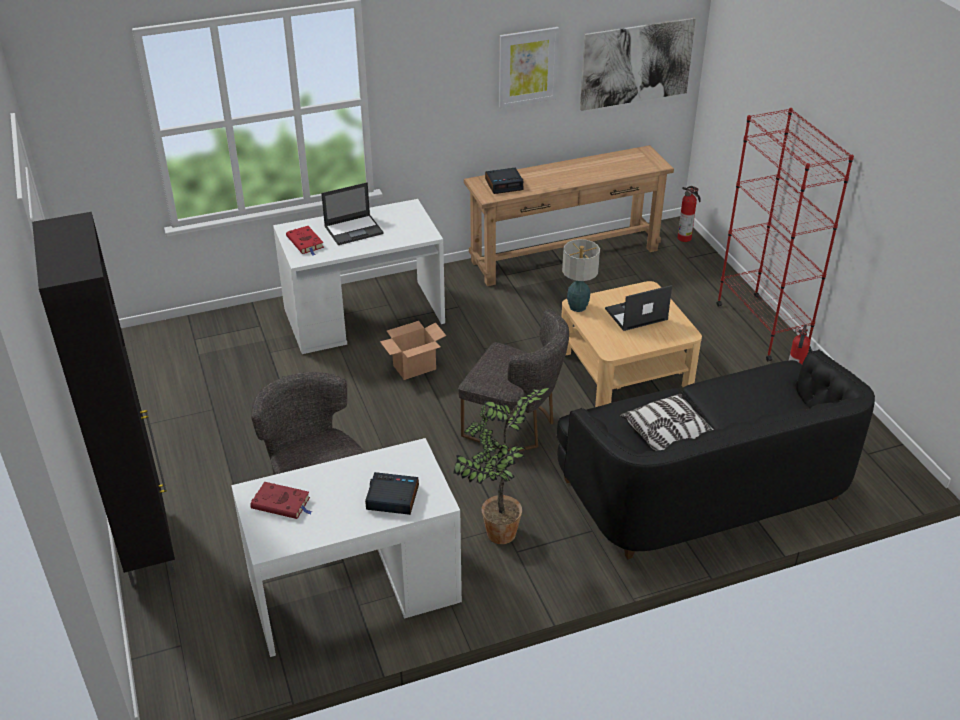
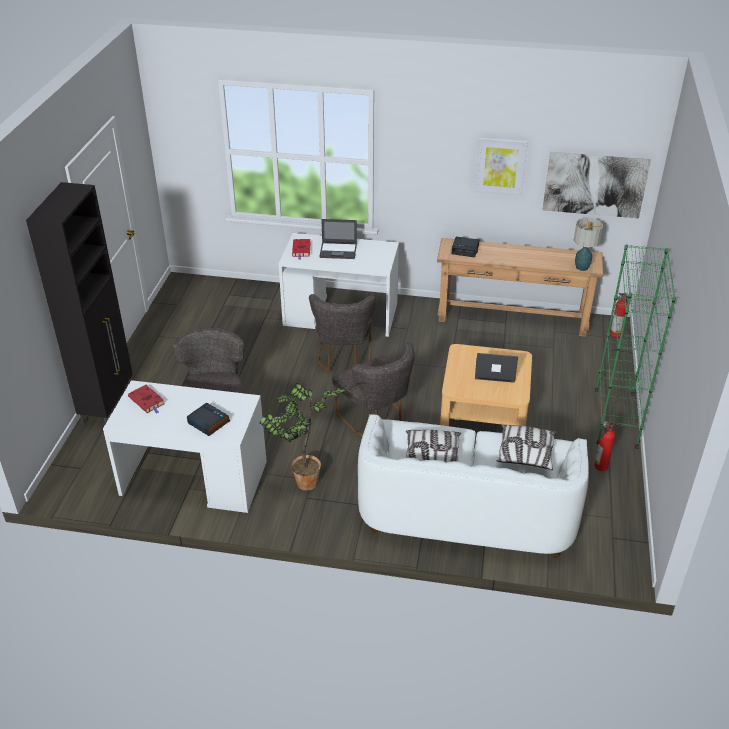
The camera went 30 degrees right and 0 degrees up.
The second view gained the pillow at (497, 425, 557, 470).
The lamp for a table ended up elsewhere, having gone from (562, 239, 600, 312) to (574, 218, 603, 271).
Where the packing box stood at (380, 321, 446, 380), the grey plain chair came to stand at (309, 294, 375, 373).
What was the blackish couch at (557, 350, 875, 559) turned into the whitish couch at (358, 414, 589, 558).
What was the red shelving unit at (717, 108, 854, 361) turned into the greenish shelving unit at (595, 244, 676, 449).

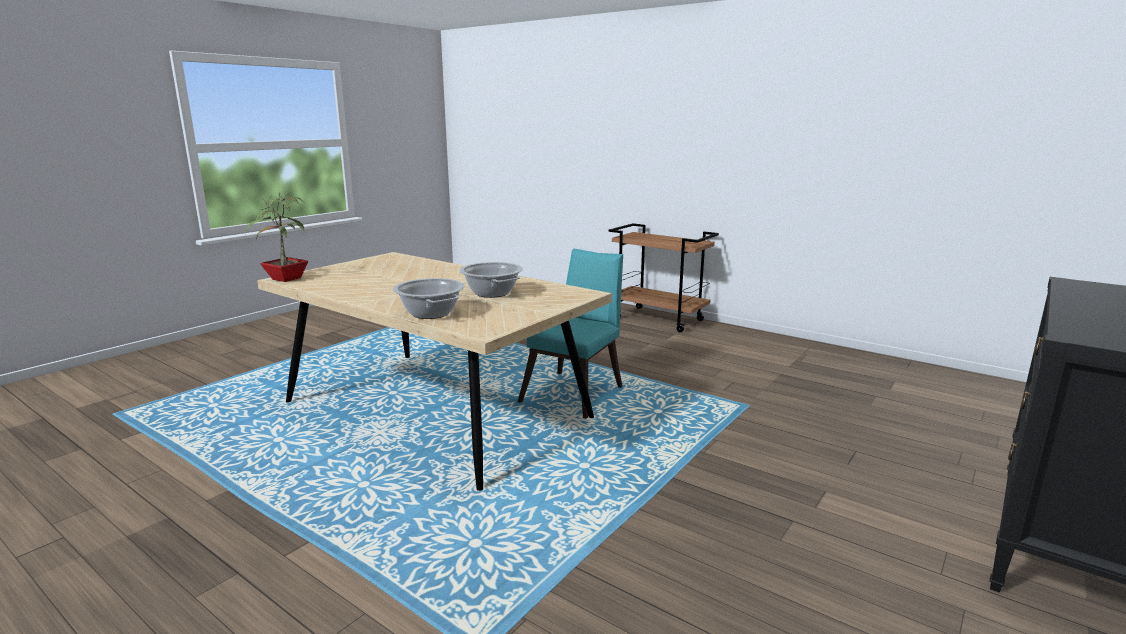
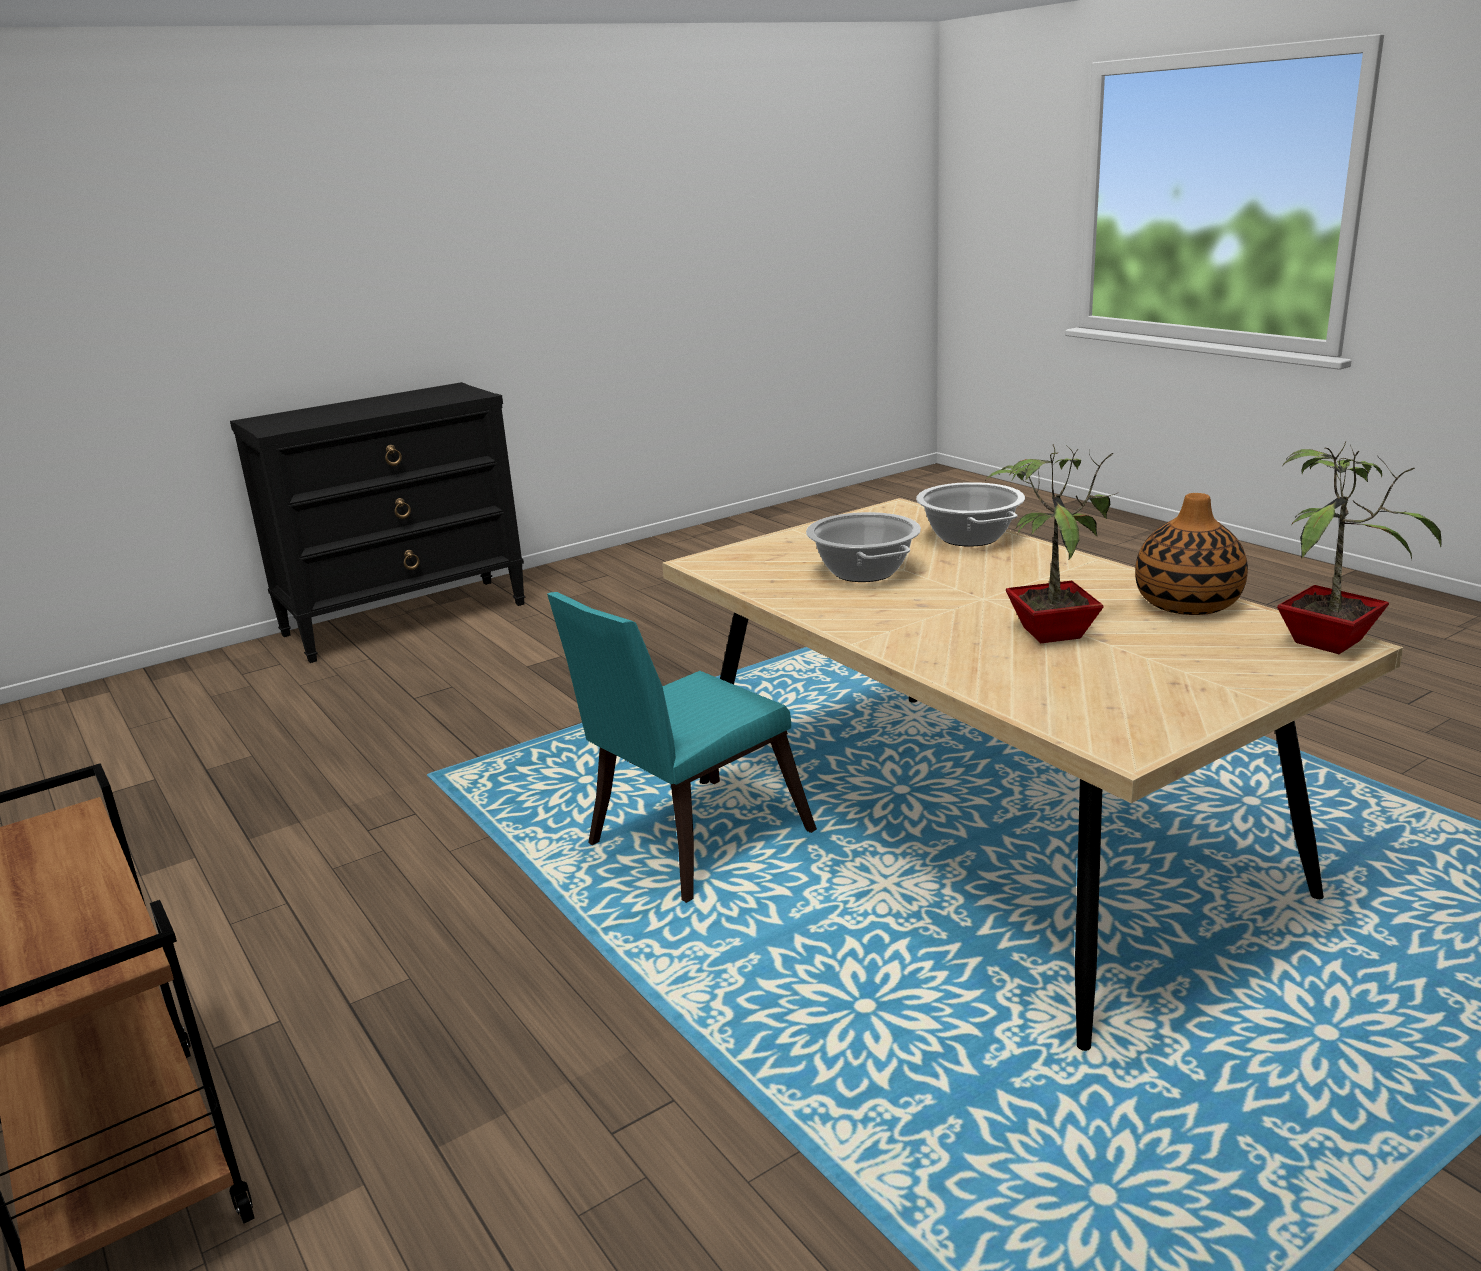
The camera went 160 degrees left and 5 degrees up.
The second view gained the houseplant at (986, 444, 1117, 643).
The second view gained the decorative vase at (1135, 493, 1248, 615).

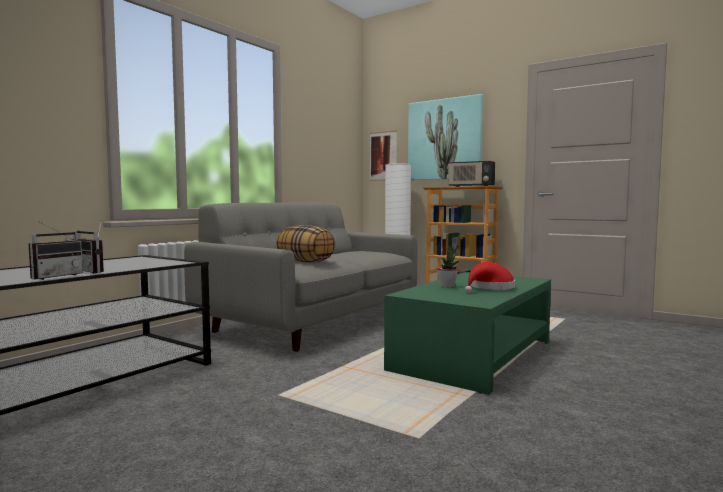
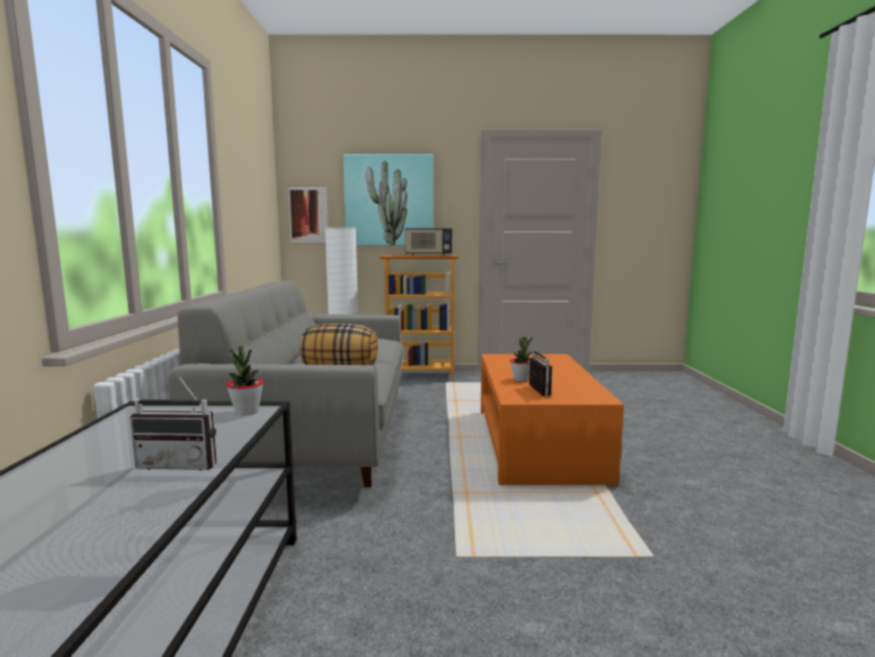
The camera went 35 degrees left and 5 degrees up.
The second view lost the red hat at (465, 262, 515, 293).
The second view gained the houseplant at (226, 346, 264, 415).
The radio set ended up elsewhere, having gone from (29, 221, 83, 280) to (527, 346, 552, 396).
What was the greenish low table at (384, 272, 551, 395) turned into the orange-coloured low table at (481, 354, 624, 486).

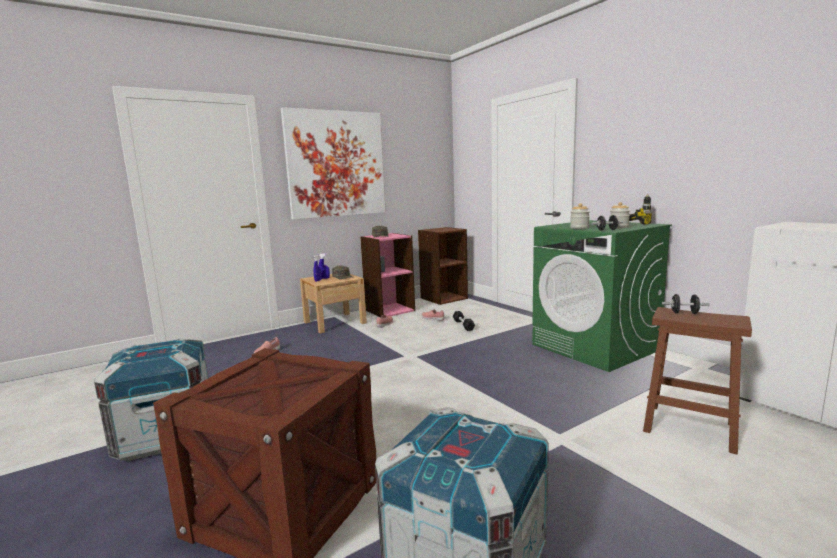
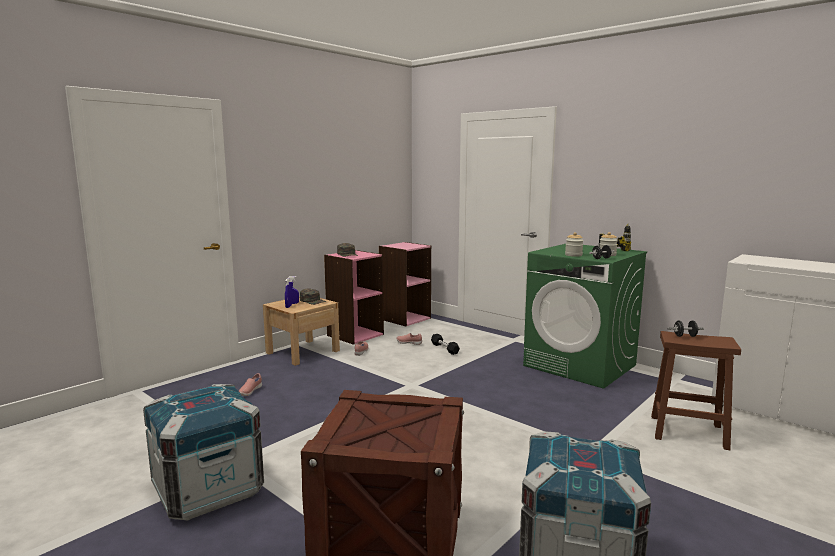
The camera went 15 degrees left and 0 degrees up.
The second view lost the wall art at (281, 107, 386, 220).
What was the brown-coloured shelving unit at (418, 227, 468, 305) turned into the pinkish shelving unit at (379, 242, 431, 327).

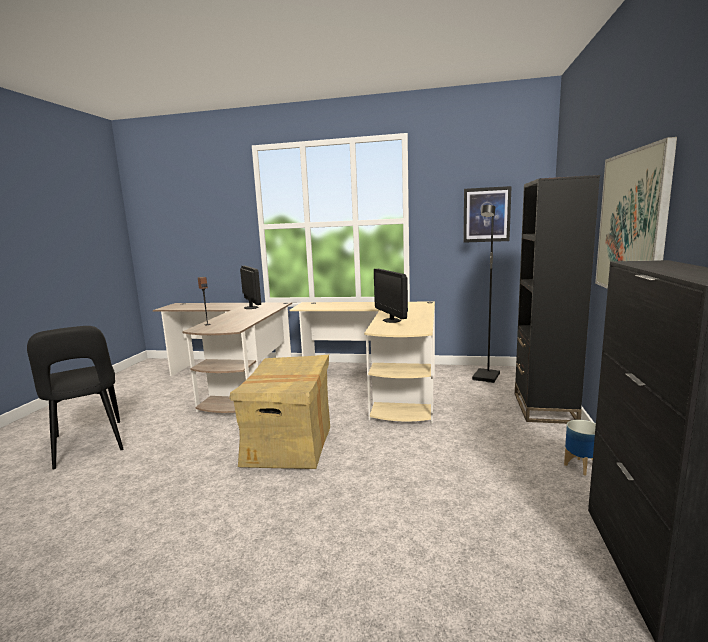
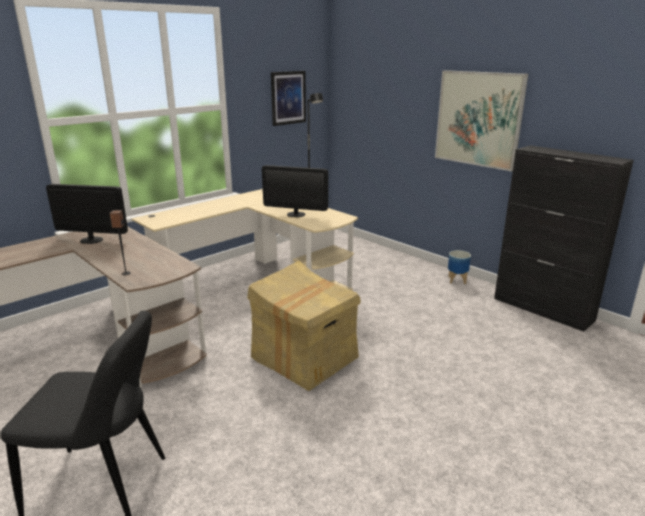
The camera went 55 degrees left and 10 degrees up.
The second view lost the blackish shelving unit at (515, 175, 600, 424).

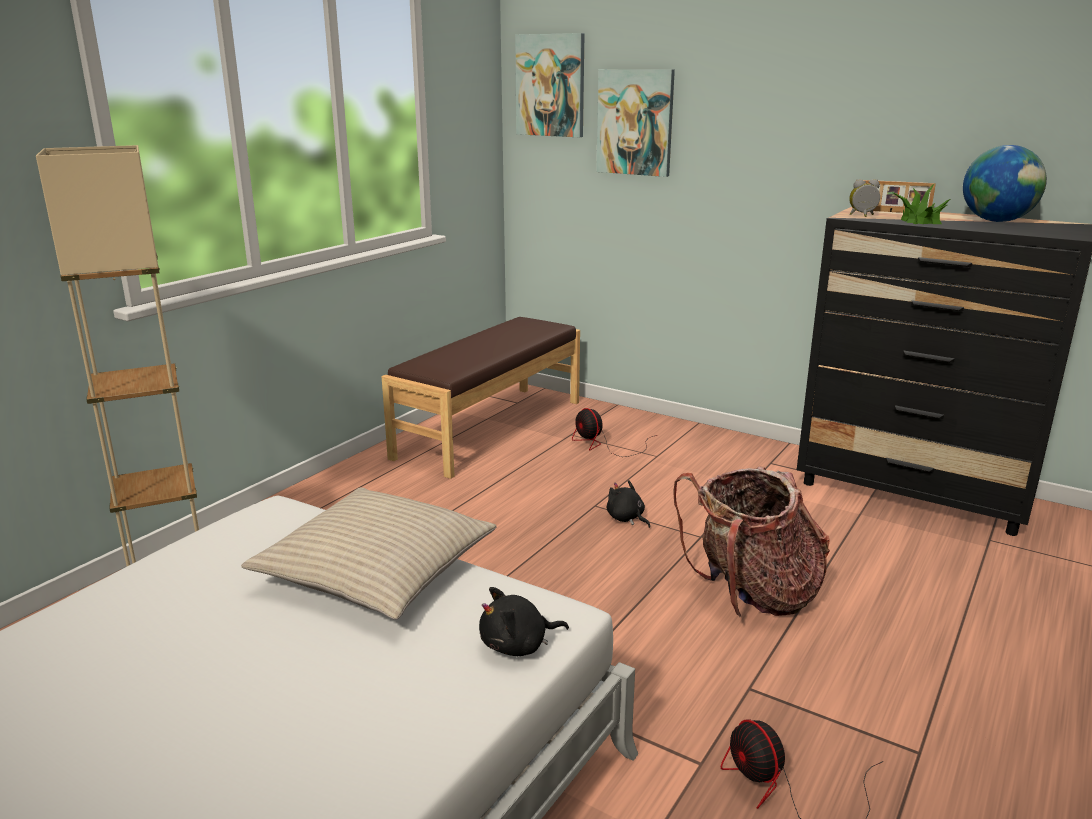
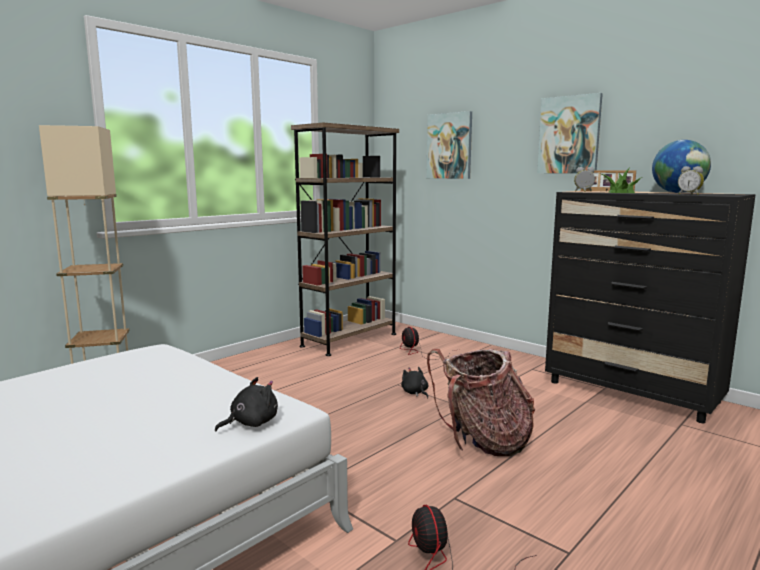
The camera went 10 degrees right and 10 degrees down.
The second view lost the beige pillow at (241, 487, 497, 620).
The second view gained the bedside clock at (678, 166, 704, 195).
The wall art ended up elsewhere, having gone from (515, 33, 585, 137) to (537, 93, 603, 173).
Where the brown-coloured bench stood at (382, 317, 580, 479), the brown-coloured shelving unit came to stand at (291, 122, 399, 356).
The blackish cuddly toy at (479, 587, 569, 656) ended up facing another way, 150 degrees clockwise from before.

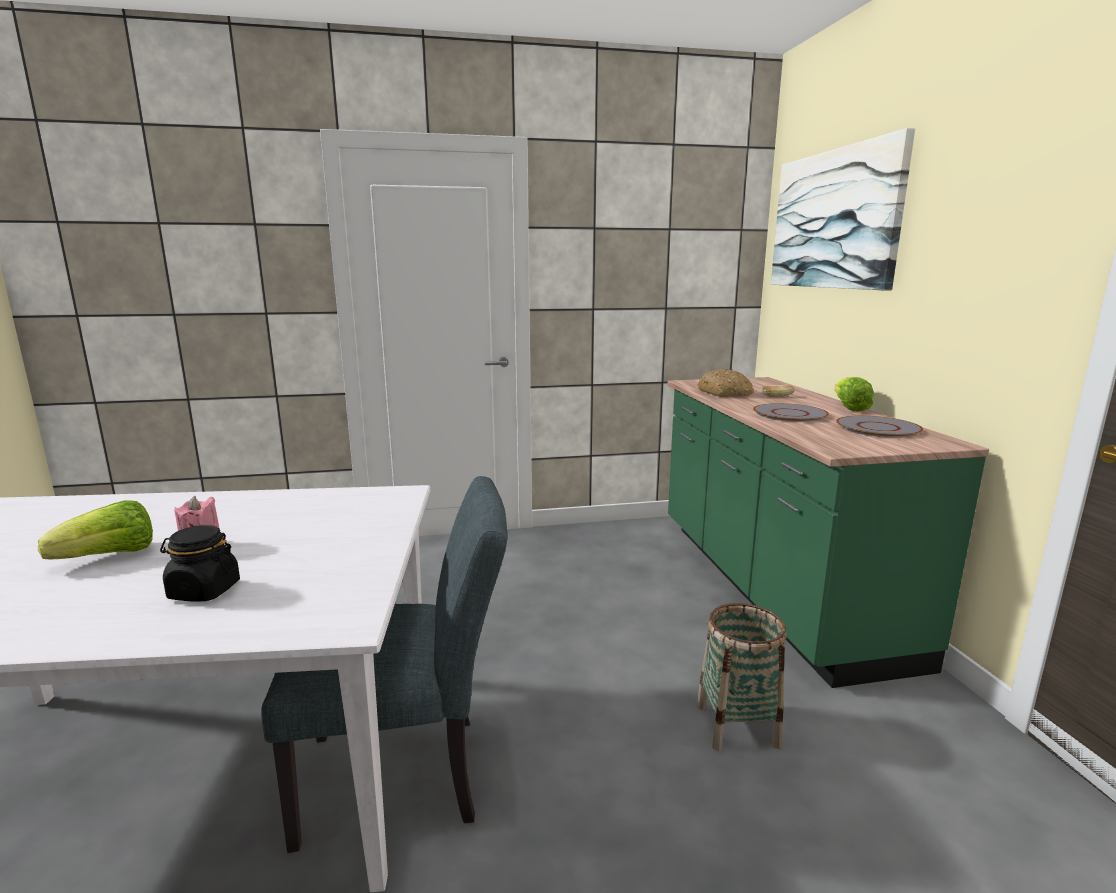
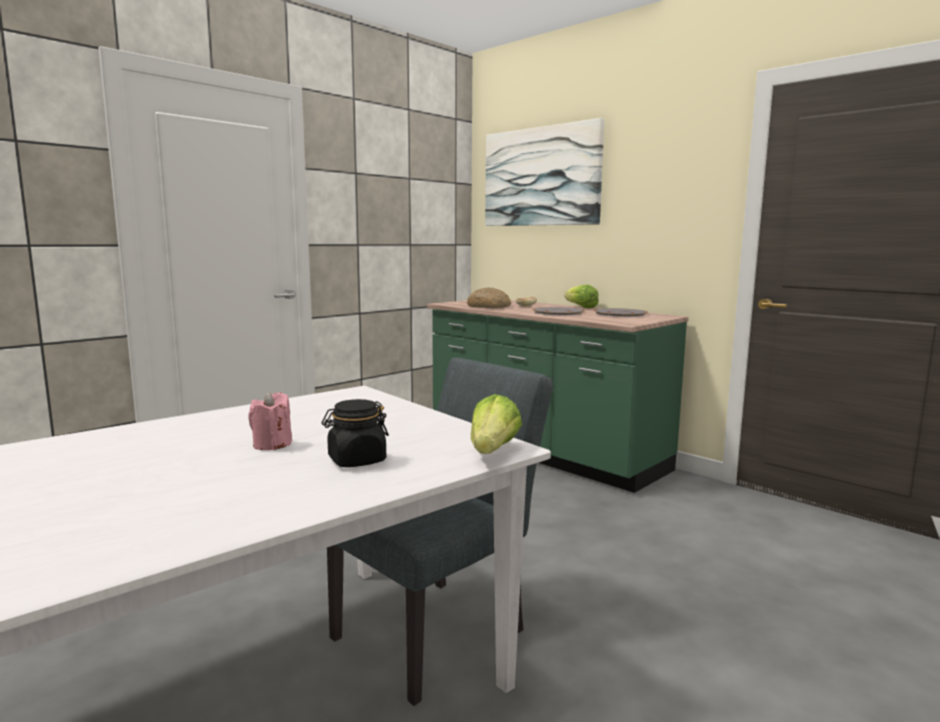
The camera went 35 degrees left and 5 degrees down.
The second view lost the household basket at (697, 603, 786, 751).
The head of lettuce ended up elsewhere, having gone from (38, 500, 153, 559) to (471, 394, 522, 454).

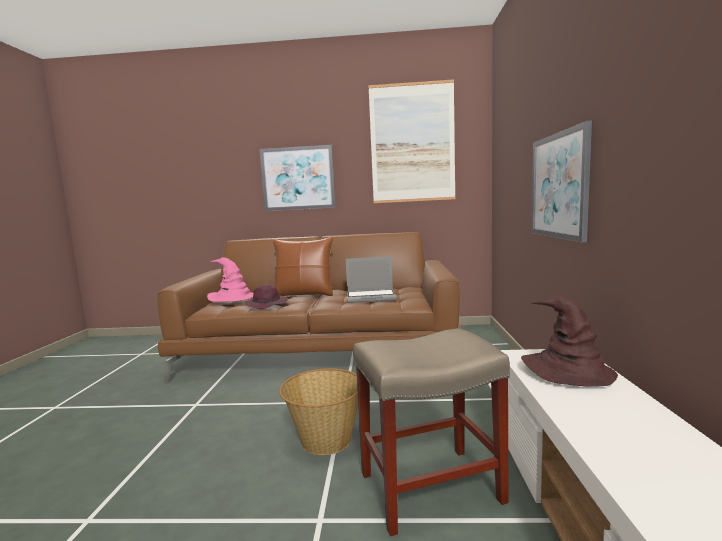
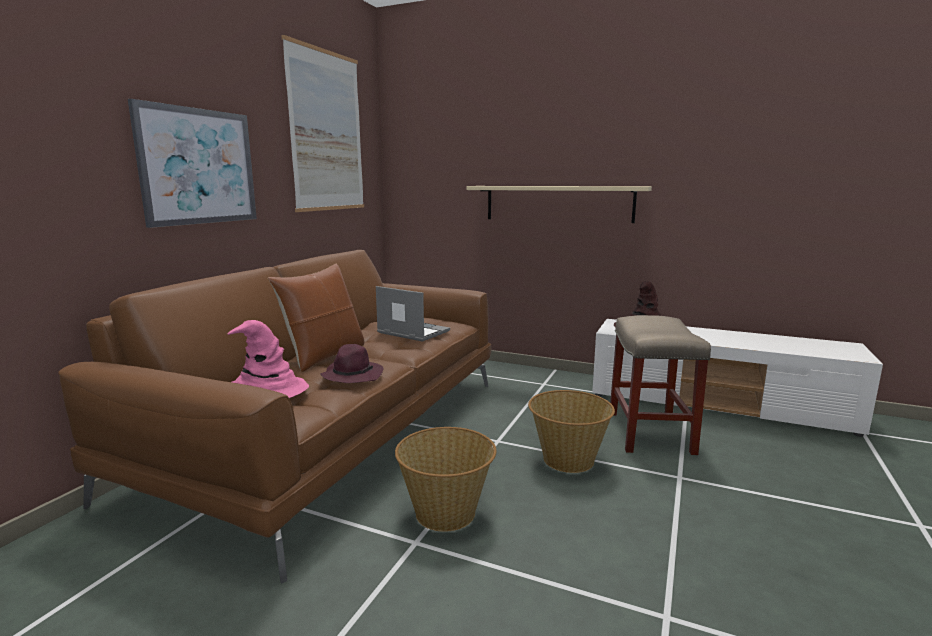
The camera went 70 degrees left and 5 degrees up.
The second view gained the household basket at (395, 427, 497, 532).
Where the wall art hung at (531, 120, 592, 242), the beige shelf came to hang at (466, 186, 652, 223).
The laptop at (346, 256, 397, 303) ended up facing another way, 75 degrees counterclockwise from before.

